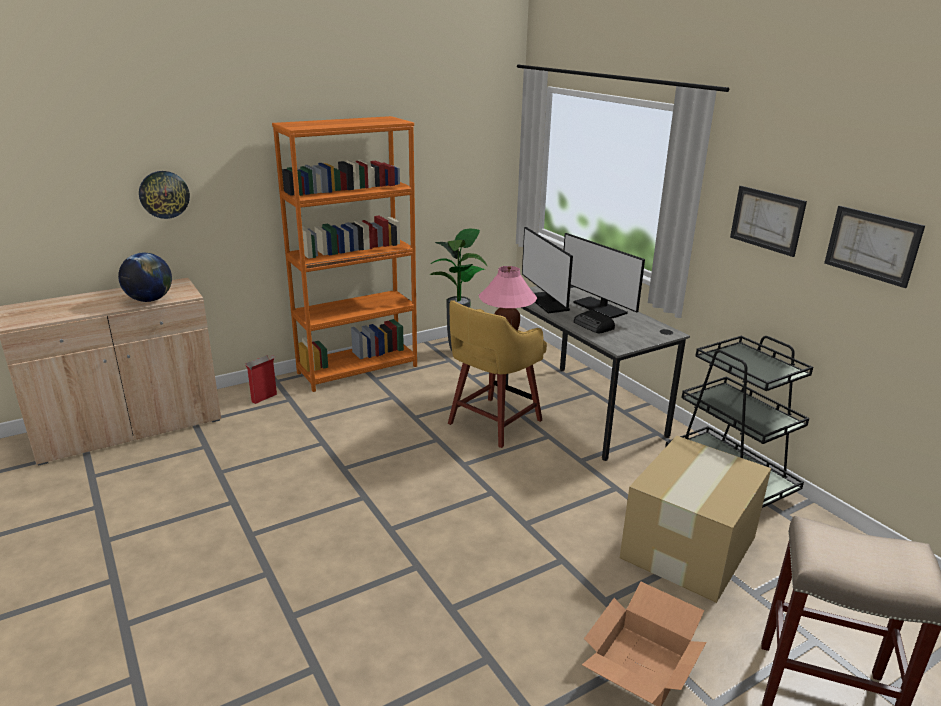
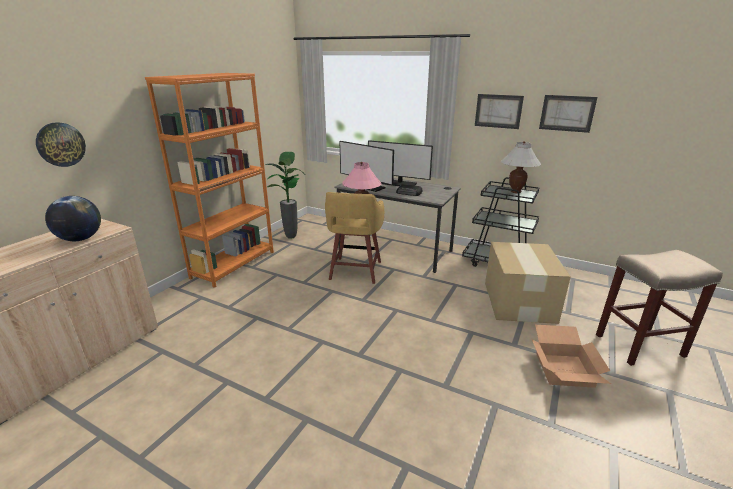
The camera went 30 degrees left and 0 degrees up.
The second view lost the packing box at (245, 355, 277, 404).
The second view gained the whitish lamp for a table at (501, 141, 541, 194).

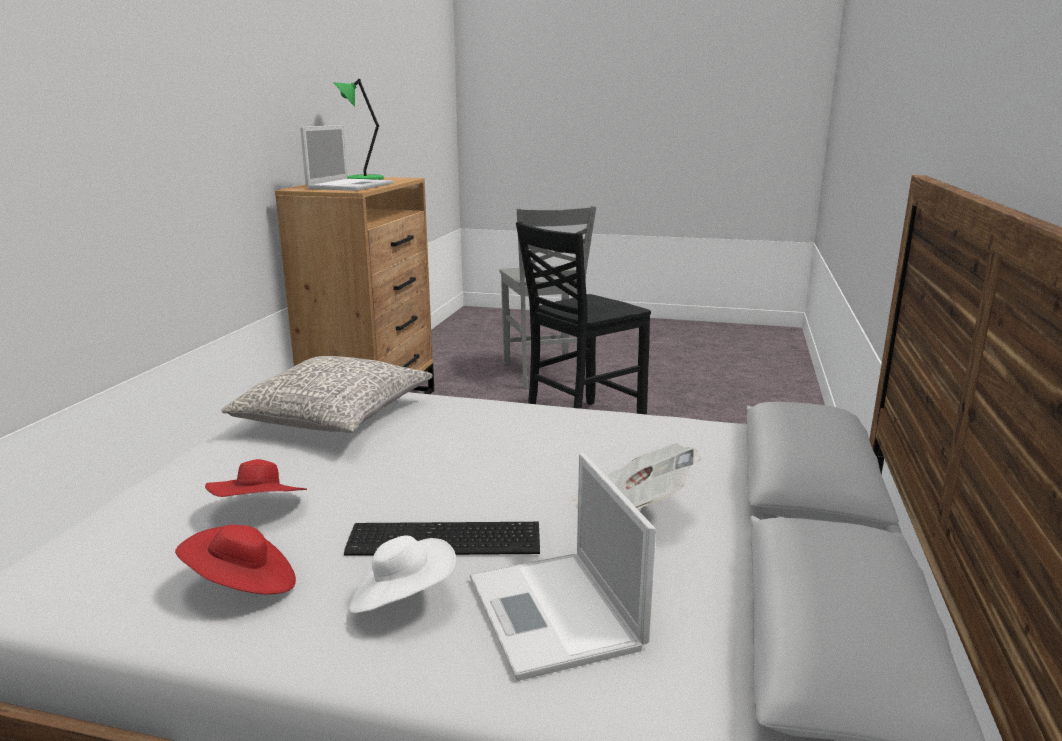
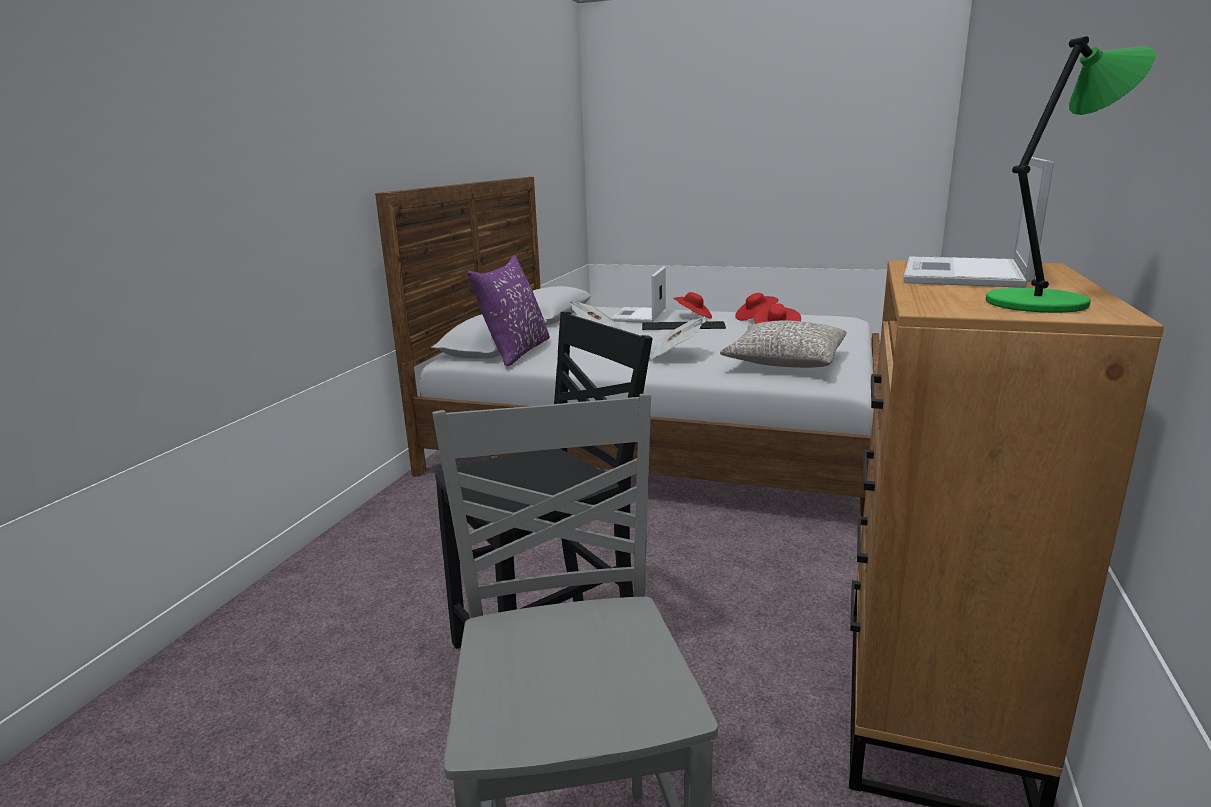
The camera went 175 degrees left and 0 degrees up.
The second view gained the purplish pillow at (467, 255, 550, 366).
The second view gained the newspaper at (649, 318, 706, 360).
What was the whitish hat at (349, 535, 456, 614) turned into the red hat at (673, 292, 712, 318).
The laptop at (470, 453, 656, 681) ended up facing another way, 150 degrees counterclockwise from before.

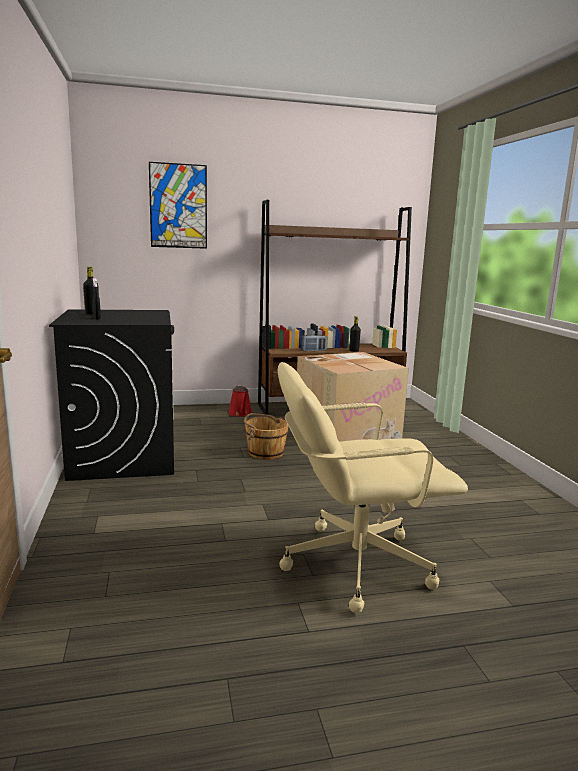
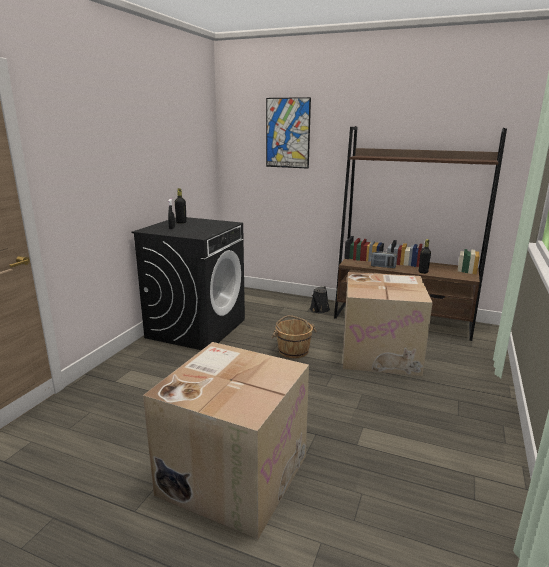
The camera went 35 degrees right and 5 degrees up.
Where the beige computer chair stood at (278, 362, 468, 613), the packing box came to stand at (143, 342, 309, 539).
What was the red watering pot at (228, 385, 252, 417) turned into the blackish watering pot at (310, 286, 330, 313).

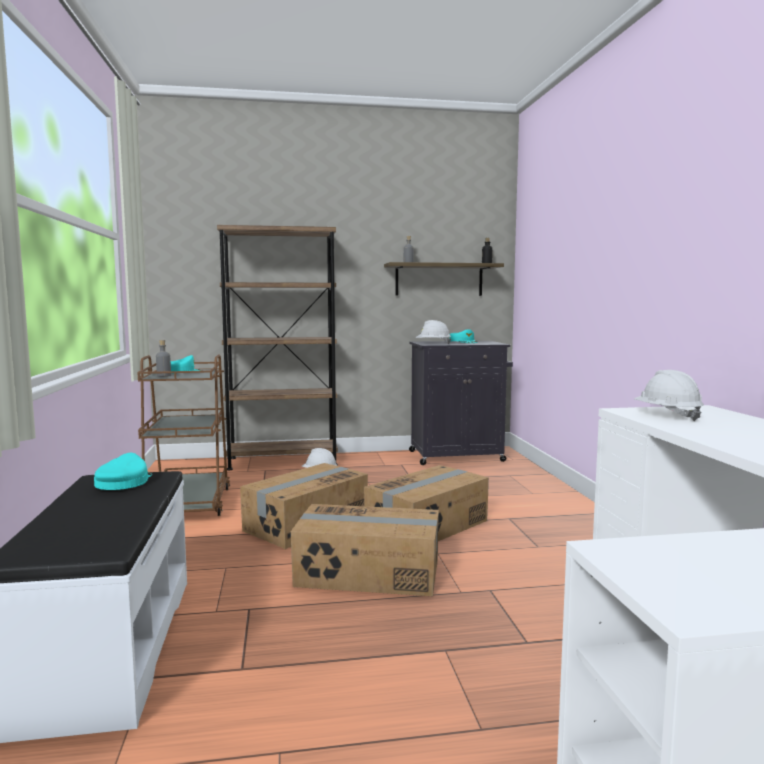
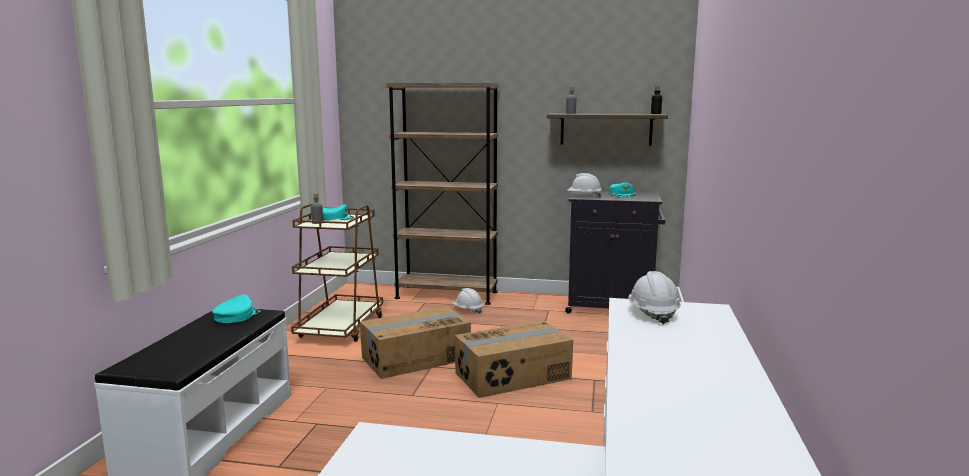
The camera went 20 degrees right and 5 degrees up.
The second view lost the packing box at (291, 504, 439, 596).

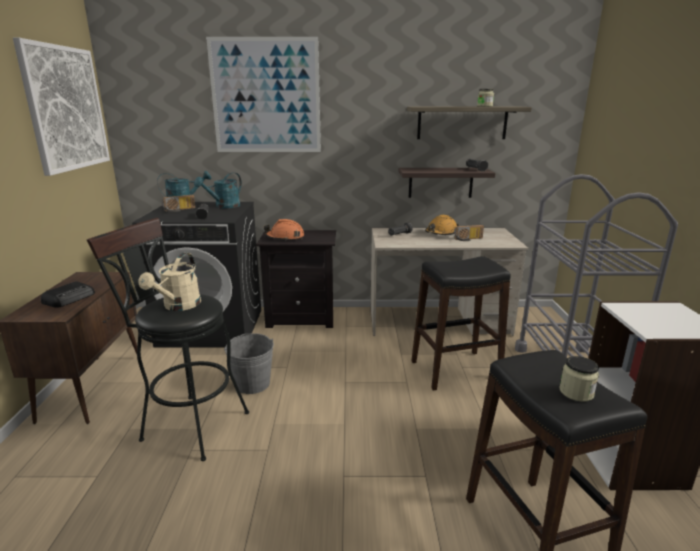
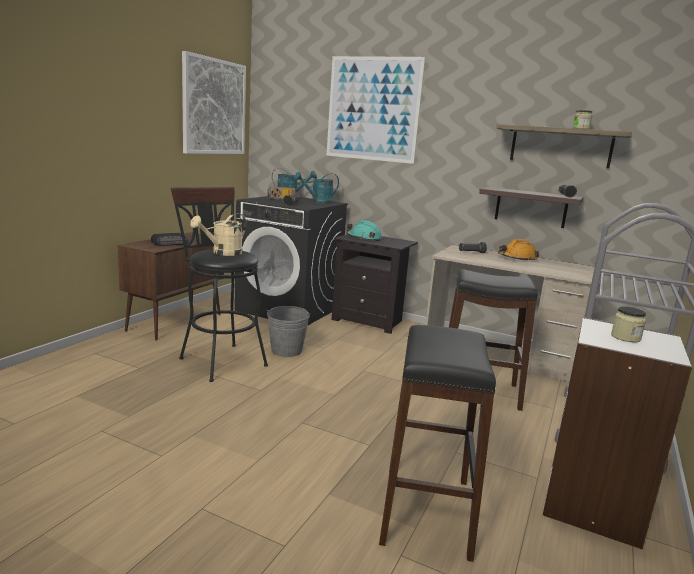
The camera went 25 degrees right and 5 degrees down.
The second view lost the radio set at (454, 225, 484, 241).
The preserve jar ended up elsewhere, having gone from (559, 356, 599, 402) to (611, 307, 646, 342).
What was the orange-coloured hard hat at (264, 219, 304, 241) turned into the turquoise hard hat at (347, 220, 382, 242).

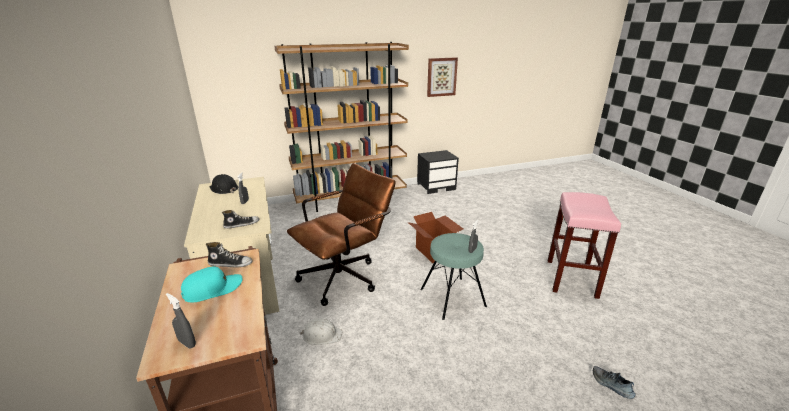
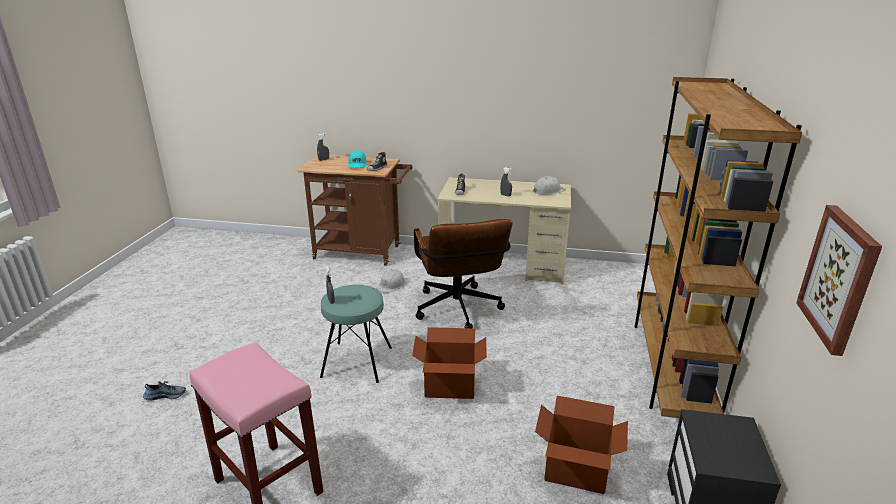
The camera went 120 degrees right and 0 degrees up.
The second view gained the packing box at (535, 396, 628, 494).
What was the blackish hard hat at (209, 174, 239, 194) turned into the whitish hard hat at (533, 176, 565, 195).

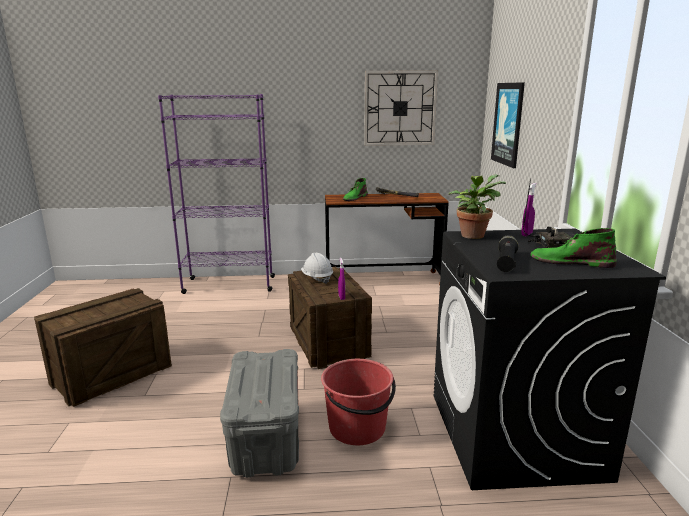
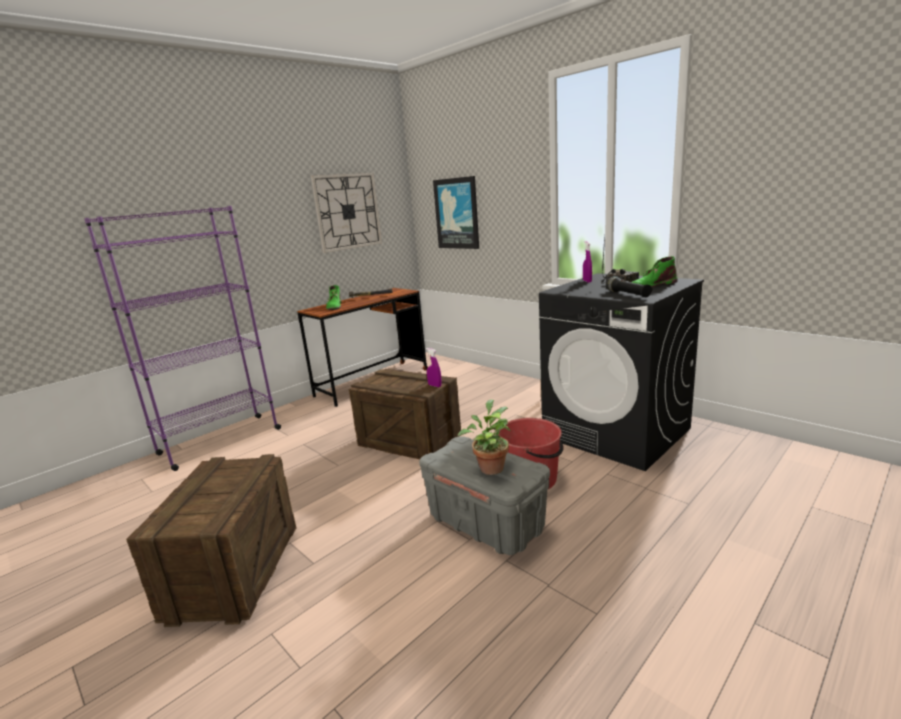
The camera went 40 degrees left and 0 degrees up.
The second view lost the whitish hard hat at (301, 253, 333, 284).
The houseplant ended up elsewhere, having gone from (448, 174, 506, 239) to (458, 399, 511, 475).

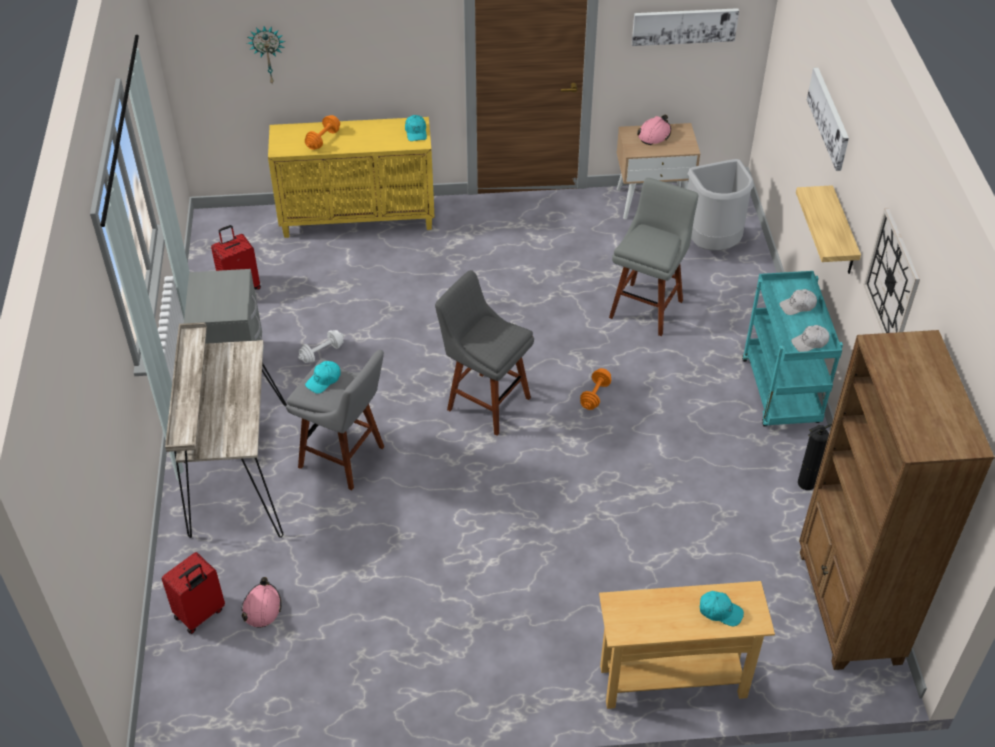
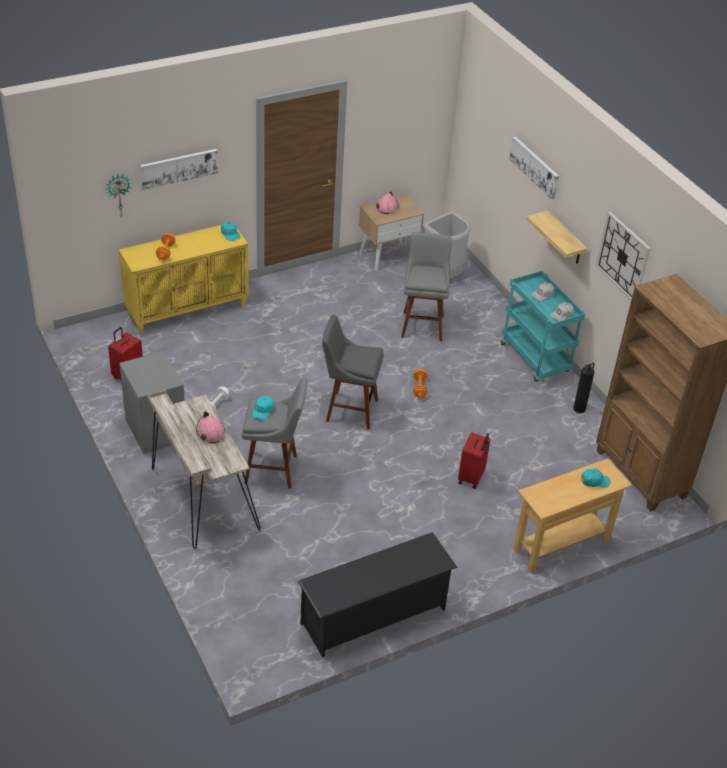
The camera went 25 degrees left and 5 degrees down.
The second view gained the blackish shoe stand at (298, 532, 457, 658).
The red suitcase ended up elsewhere, having gone from (162, 552, 225, 634) to (458, 433, 490, 489).
The pinkish hard hat ended up elsewhere, having gone from (242, 577, 282, 627) to (196, 411, 225, 443).
The wall art ended up elsewhere, having gone from (632, 8, 739, 46) to (140, 149, 218, 190).

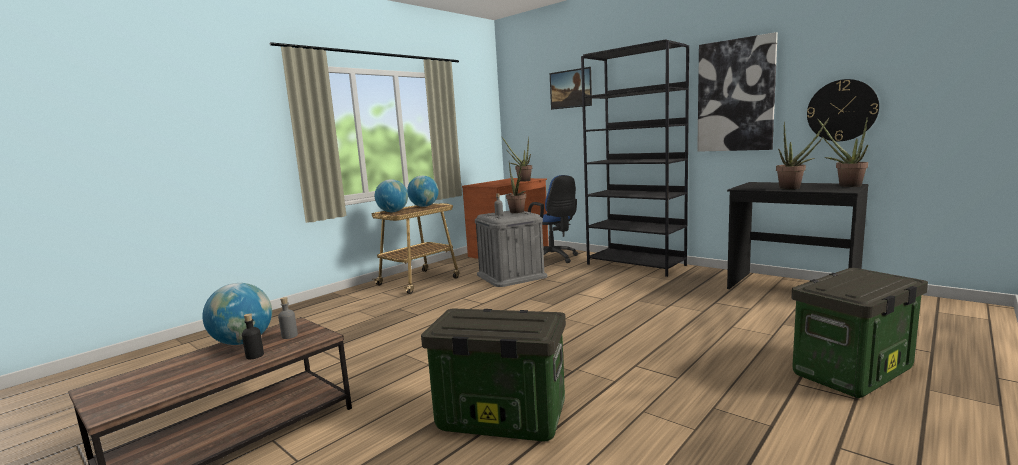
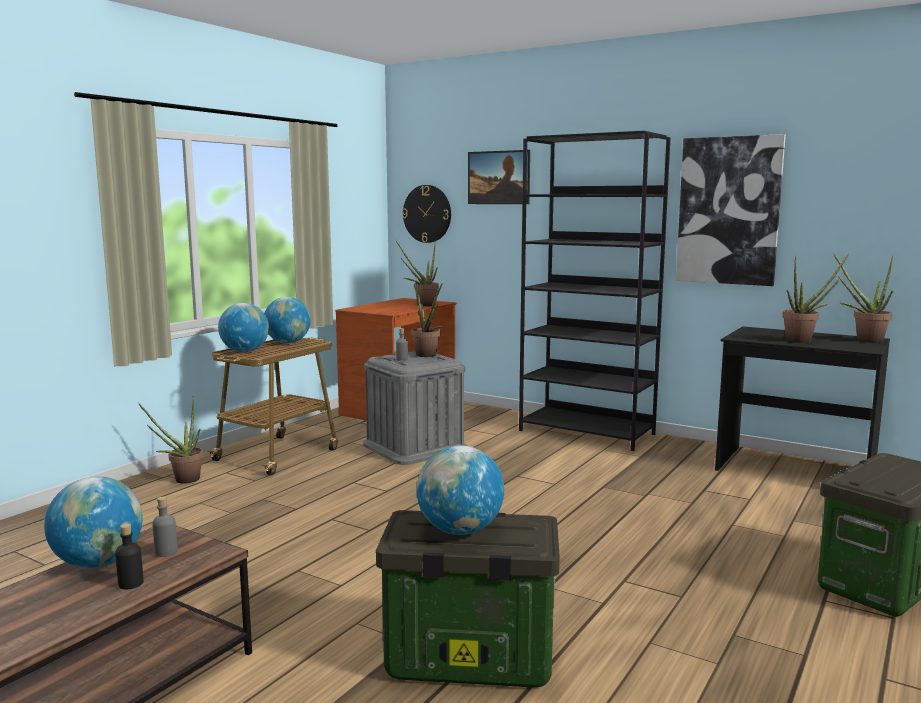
The camera went 10 degrees left and 0 degrees up.
The second view lost the blue-coloured computer chair at (528, 175, 578, 263).
The second view gained the houseplant at (138, 396, 204, 484).
The second view gained the globe at (417, 445, 504, 535).
The wall clock ended up elsewhere, having gone from (807, 79, 879, 141) to (402, 185, 451, 243).

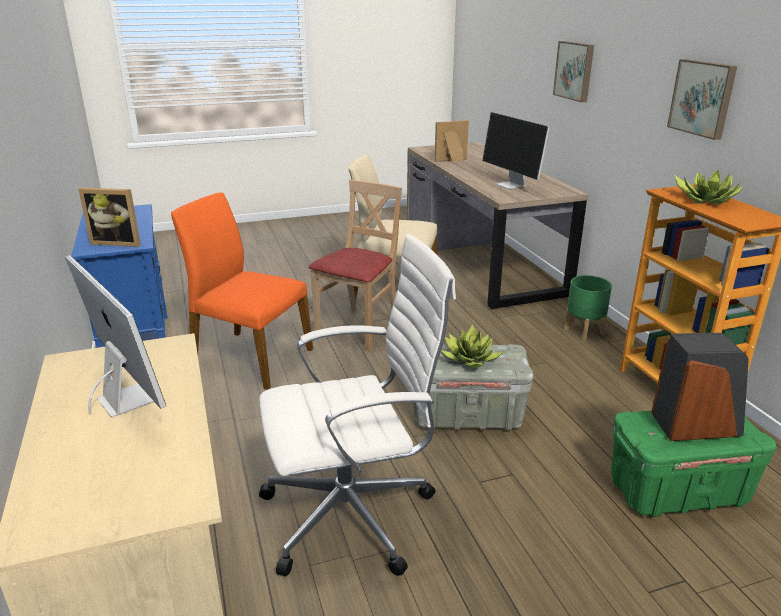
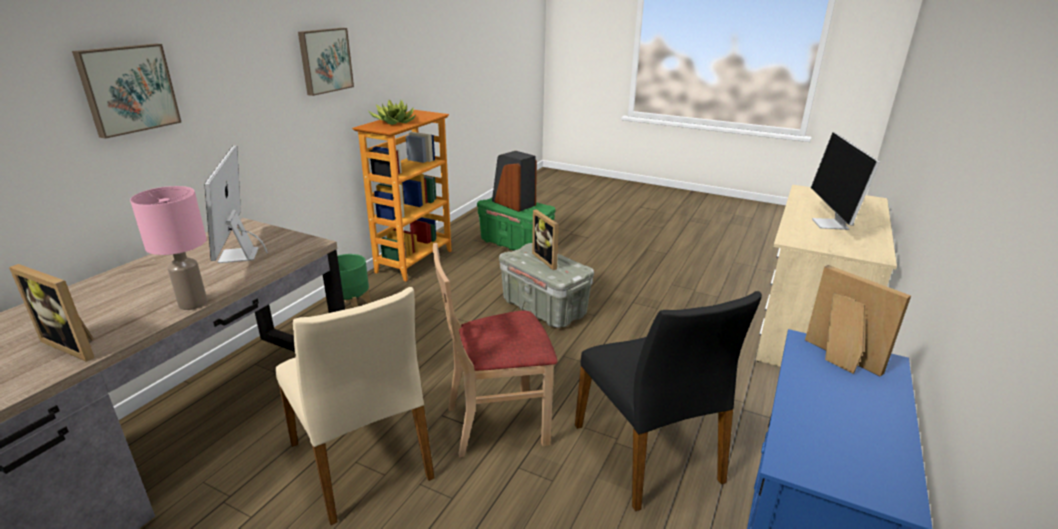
The camera went 135 degrees left and 0 degrees up.
The second view lost the whitish computer chair at (259, 234, 456, 576).
The second view gained the pinkish lamp for a table at (130, 186, 207, 310).
Where the houseplant stood at (441, 324, 503, 368), the photo frame came to stand at (532, 210, 559, 270).
What was the orange-coloured plain chair at (171, 192, 313, 390) turned into the blackish plain chair at (575, 291, 762, 511).
The computer display at (482, 112, 550, 189) ended up facing another way, 150 degrees clockwise from before.

